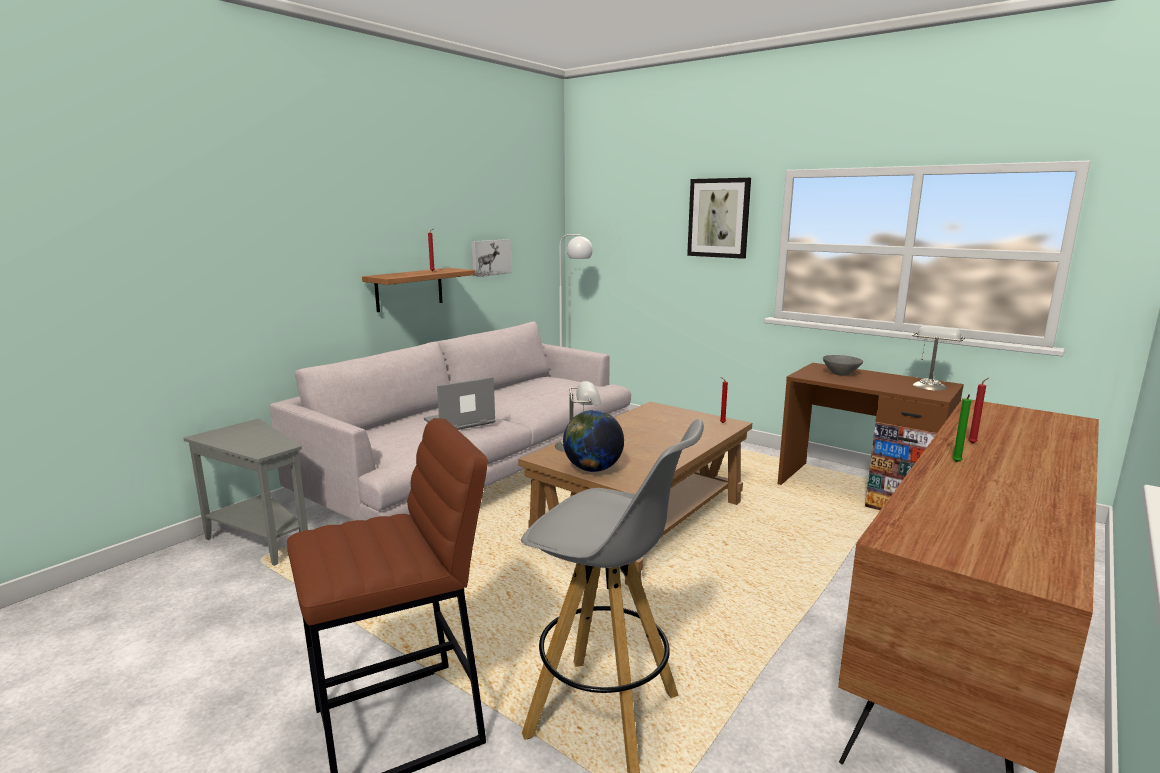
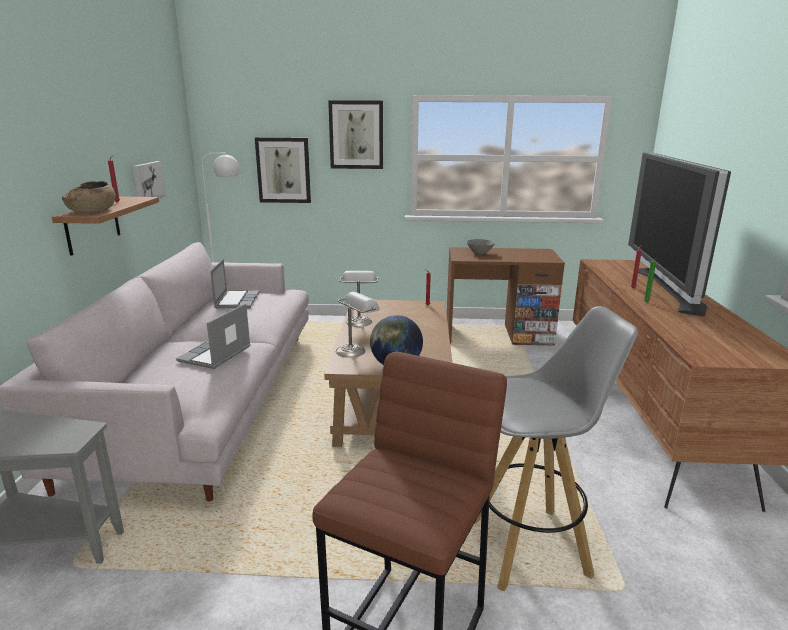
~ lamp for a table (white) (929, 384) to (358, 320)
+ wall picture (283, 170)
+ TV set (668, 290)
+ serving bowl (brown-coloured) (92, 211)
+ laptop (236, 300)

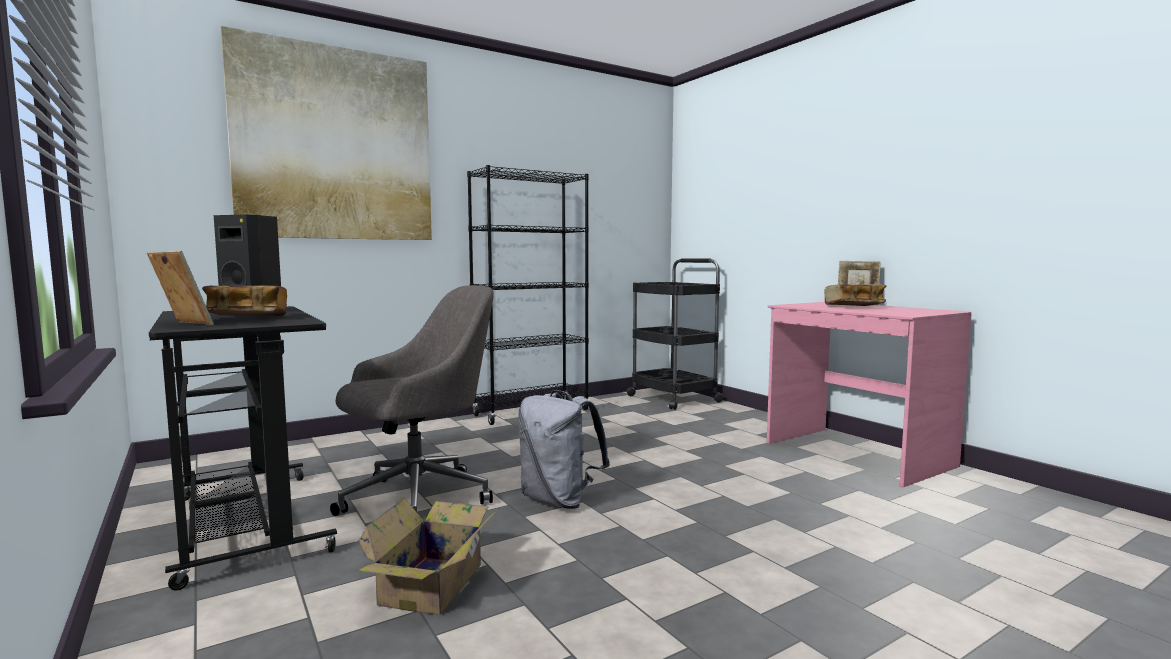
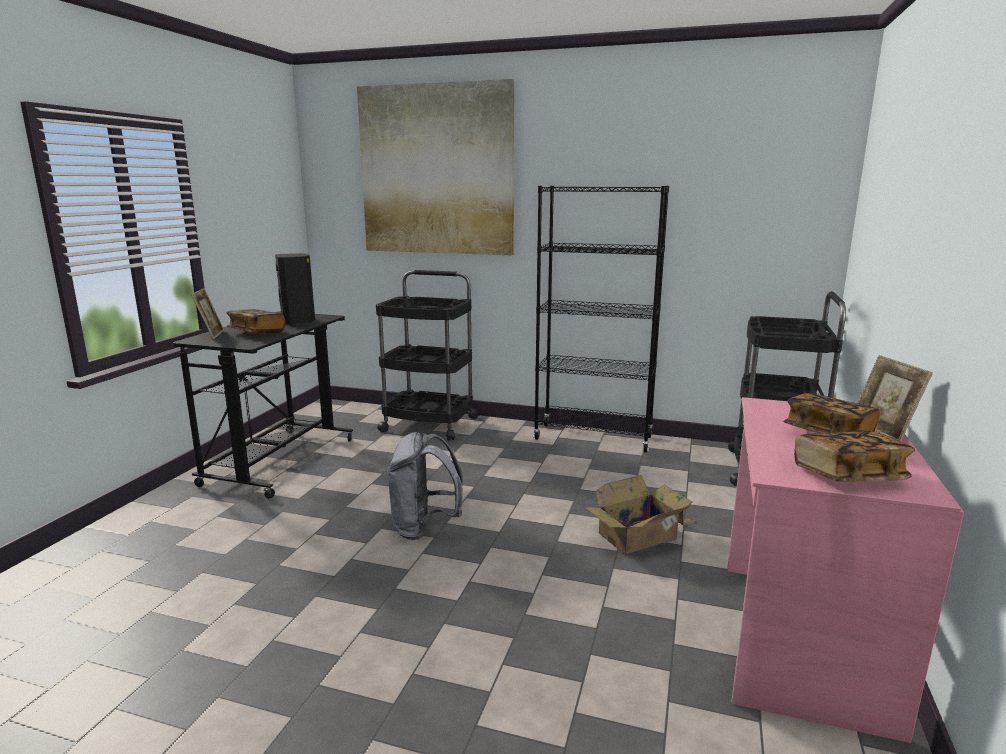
- desk chair (grey) (418, 498)
~ carton (435, 582) to (640, 536)
+ cart (black-coloured) (428, 424)
+ book (848, 476)

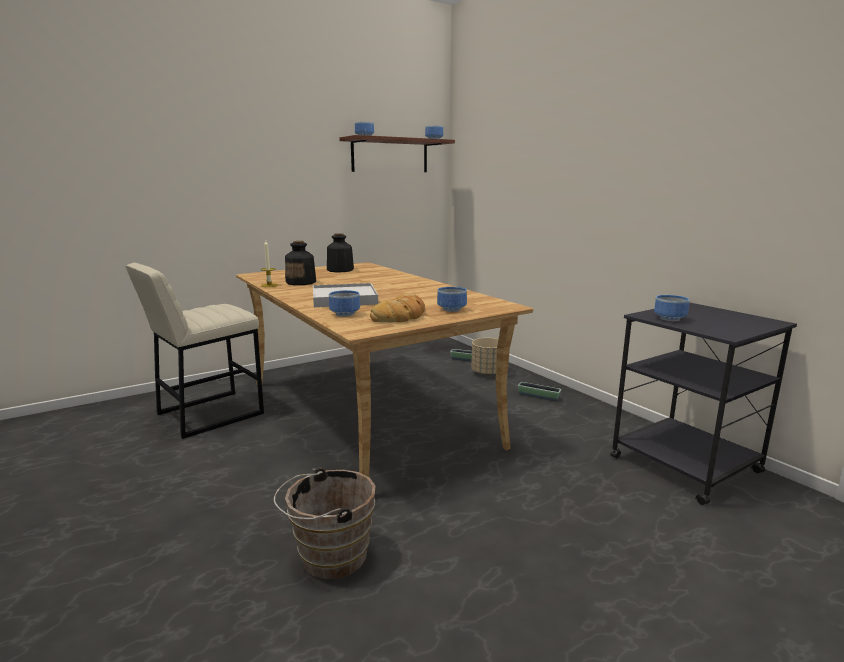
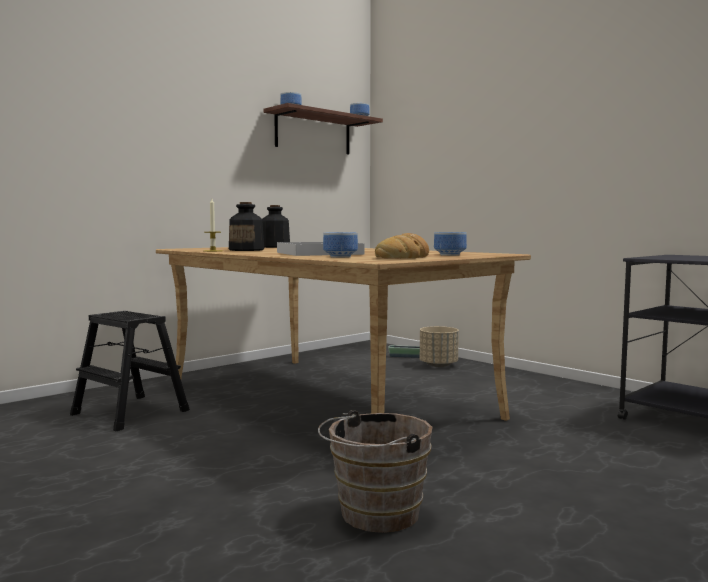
~ upright chair (sand-coloured) (207, 414) to step ladder (black-coloured) (130, 412)
- serving bowl (671, 319)
- plant pot (538, 397)

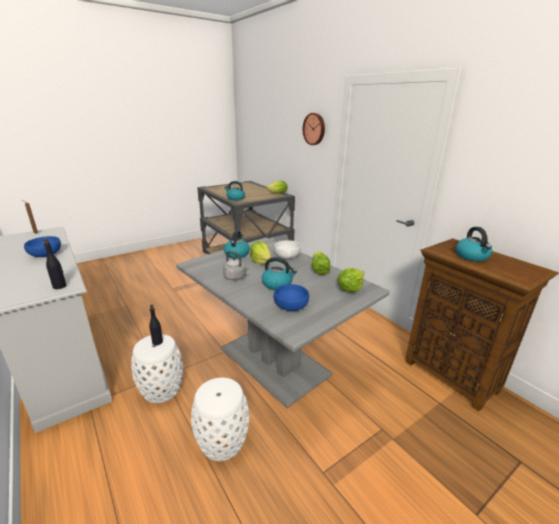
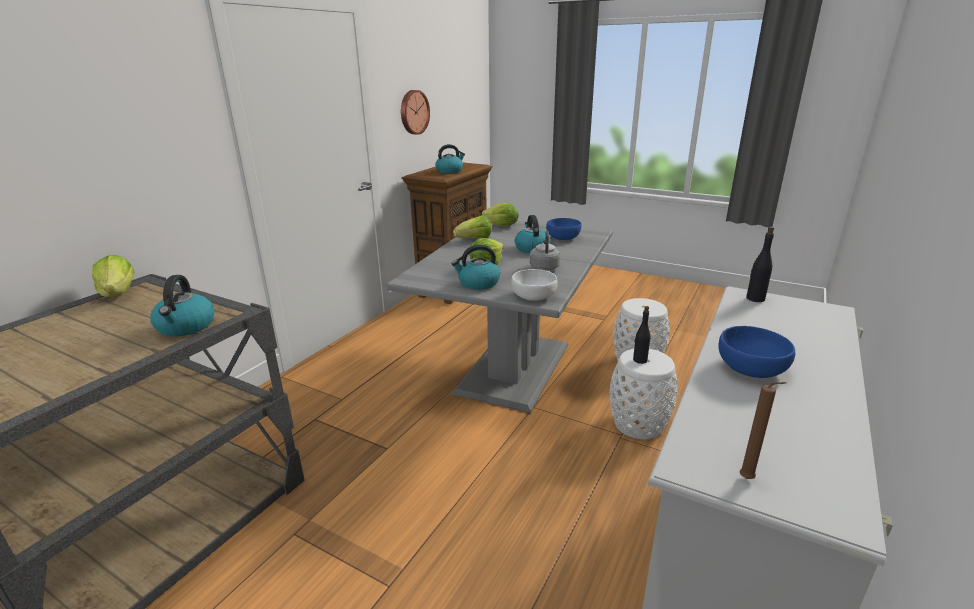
~ clock on the wall (314, 129) to (413, 112)
~ serving bowl (white) (287, 256) to (533, 296)

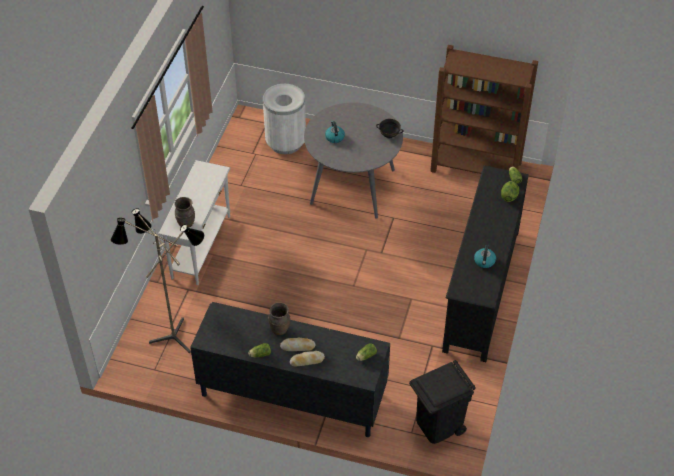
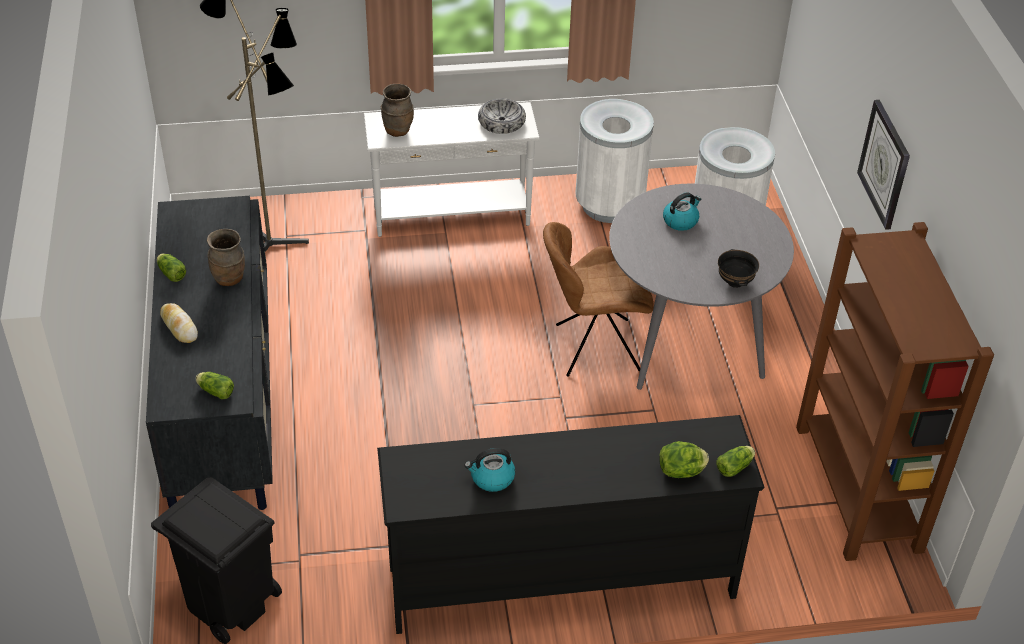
- bakery bread (297, 346)
+ serving bowl (501, 122)
+ rubbish bin (white) (609, 205)
+ clock on the wall (885, 164)
+ upright chair (brown-coloured) (593, 348)

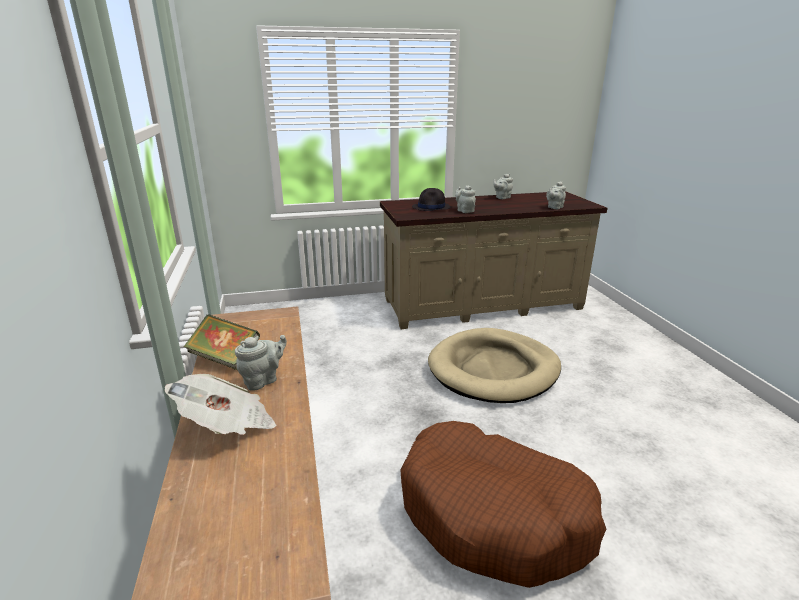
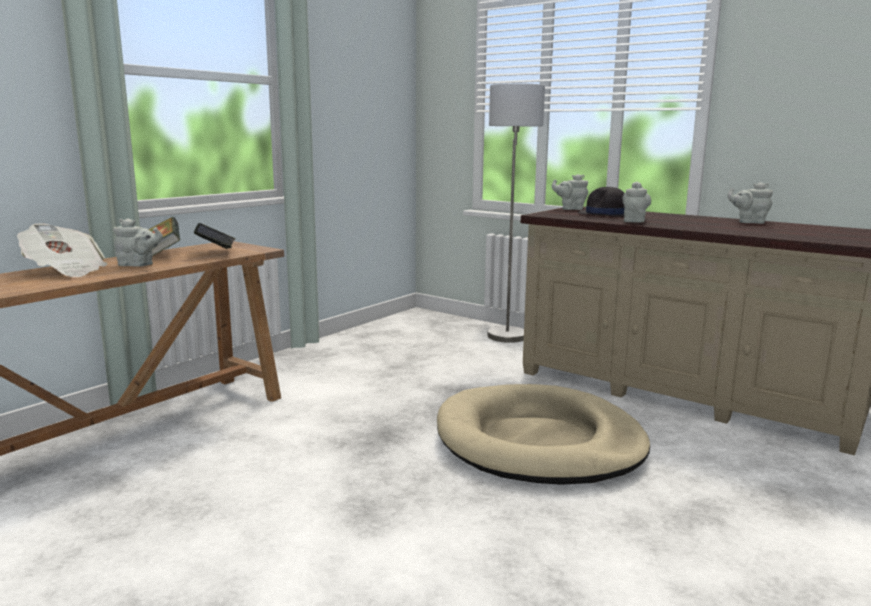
~ teapot (grey) (554, 207) to (570, 209)
- dog cushion (brown-coloured) (494, 514)
+ standing lamp (grey) (507, 340)
+ book (215, 253)

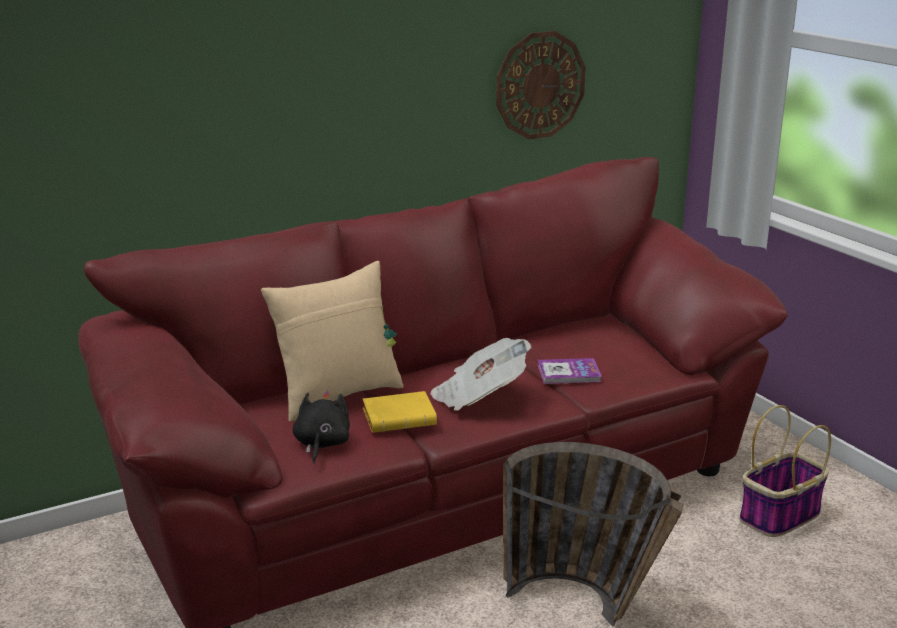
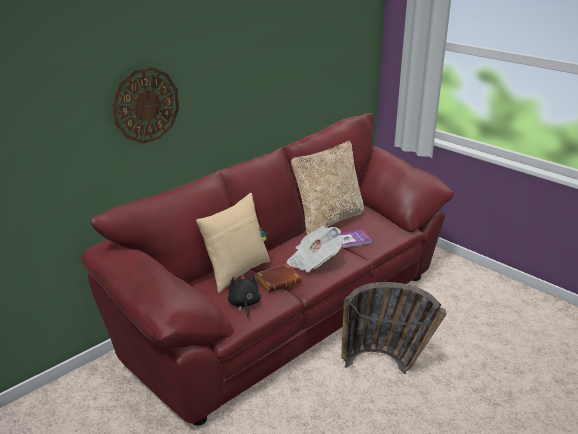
~ clock on the wall (540, 85) to (146, 105)
~ book (yellow-coloured) (401, 418) to book (brown-coloured) (278, 280)
- basket (779, 516)
+ cushion (sand-coloured) (329, 221)

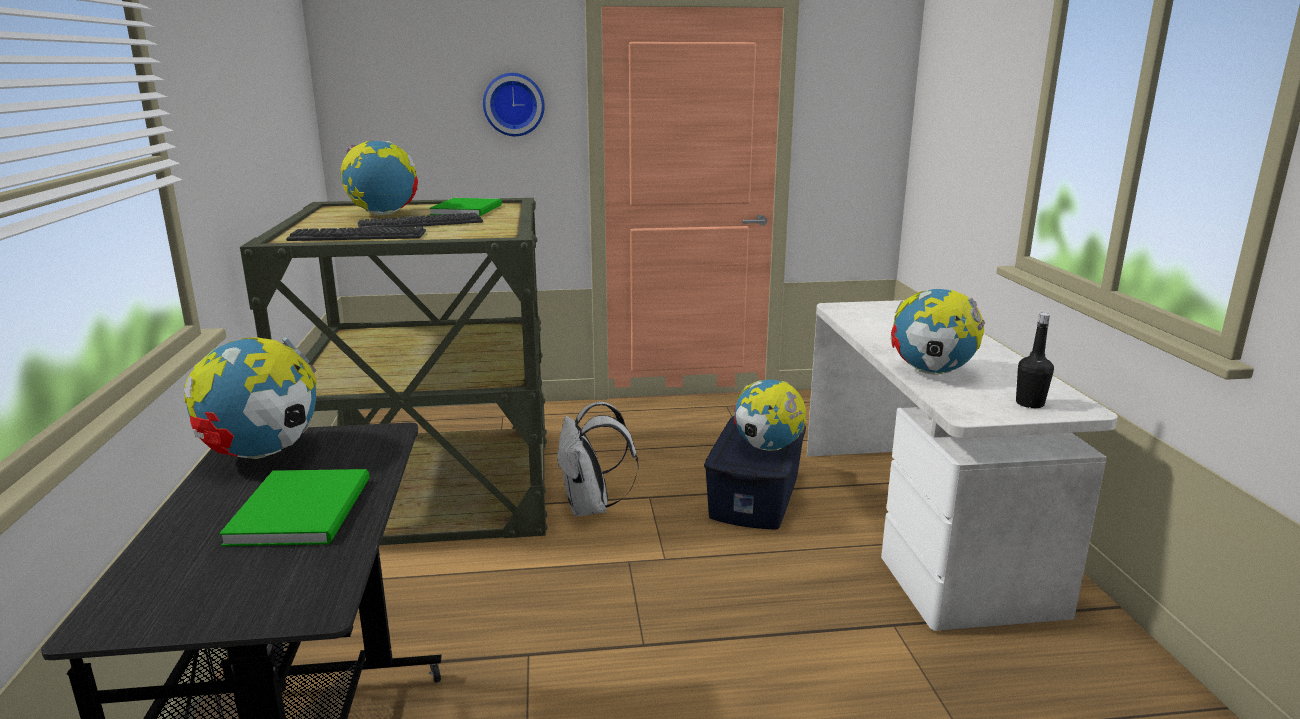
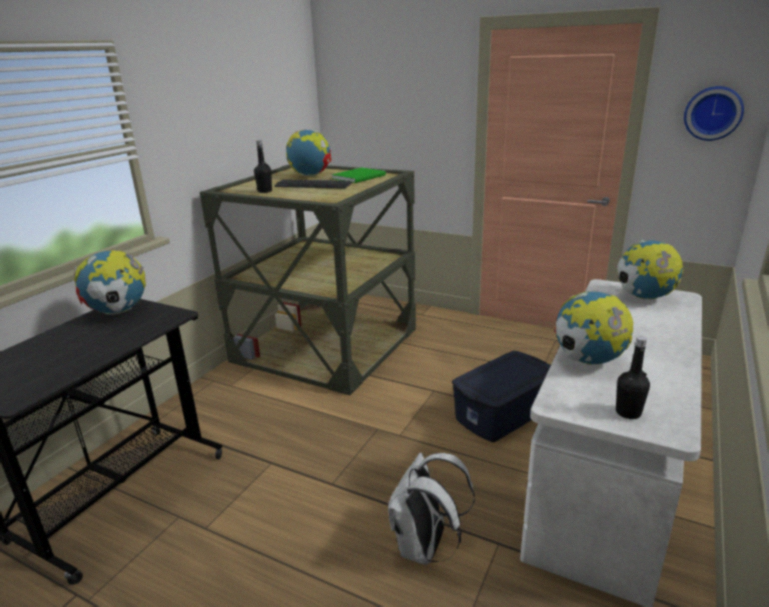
~ clock on the wall (514, 104) to (713, 113)
~ keyboard (358, 236) to drink bottle (black-coloured) (265, 191)
~ world globe (767, 448) to (643, 297)
~ rucksack (white) (591, 507) to (425, 547)
- book (greenish) (306, 508)

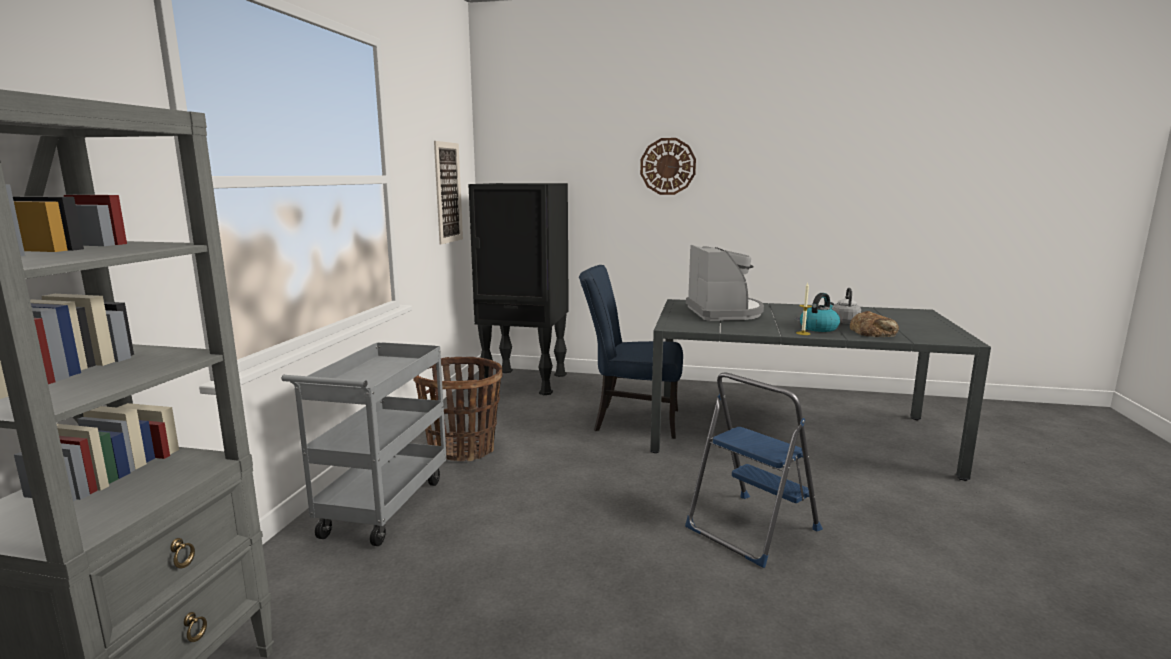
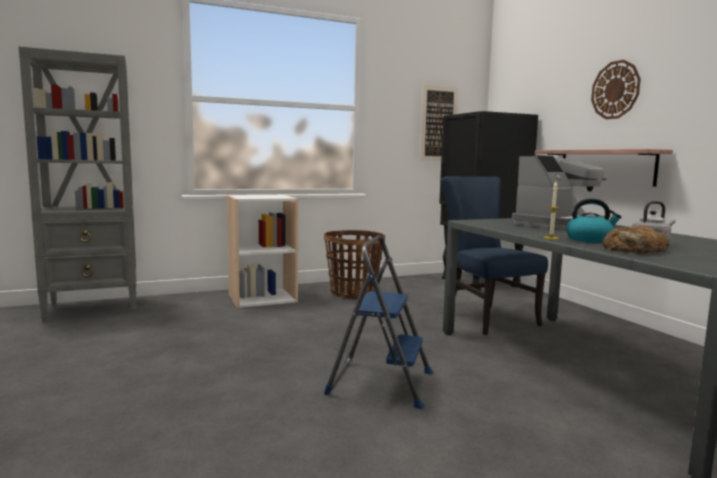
~ cart (grey) (383, 510) to bookcase (white) (263, 298)
+ bracket shelf (605, 167)

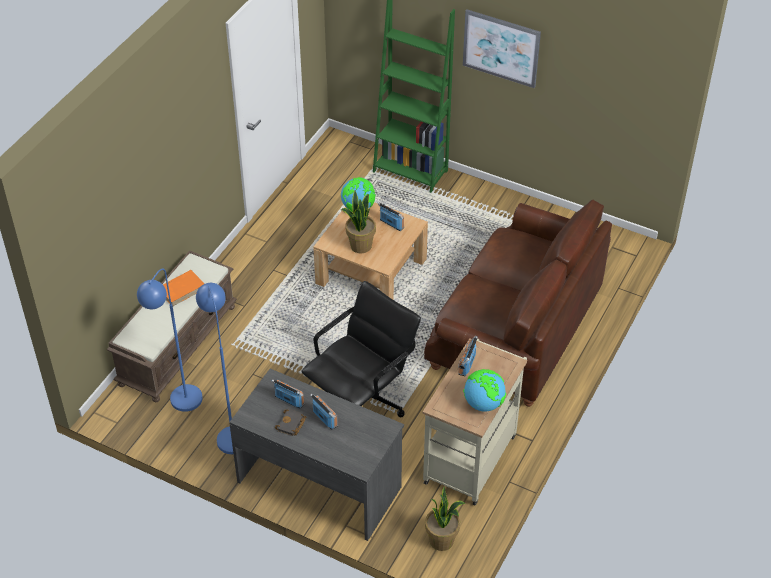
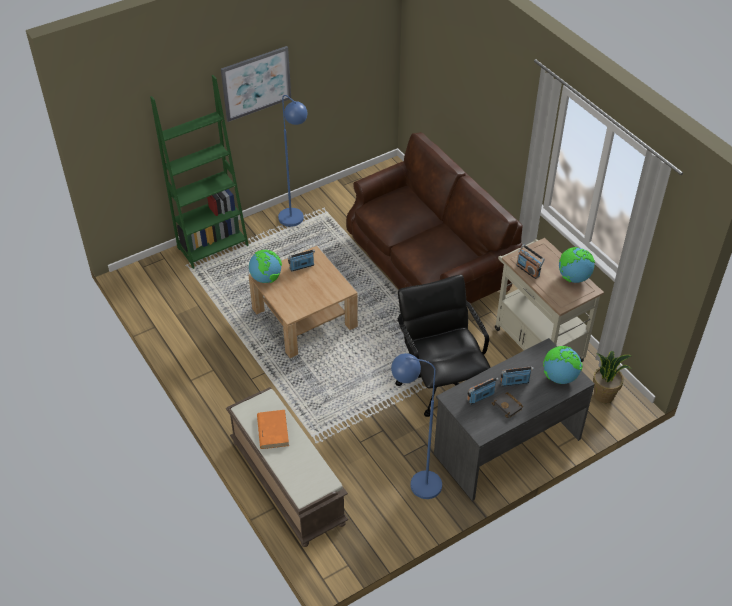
- potted plant (360, 246)
~ standing lamp (blue-coloured) (181, 407) to (295, 222)
+ world globe (559, 377)

